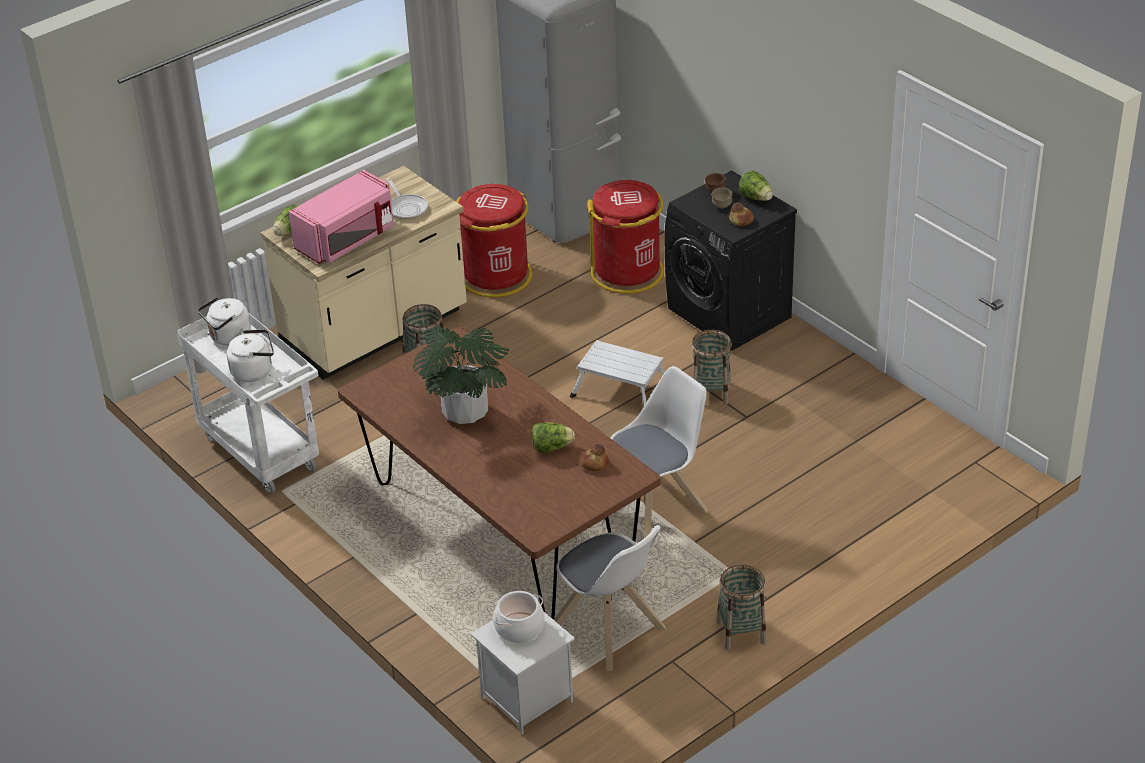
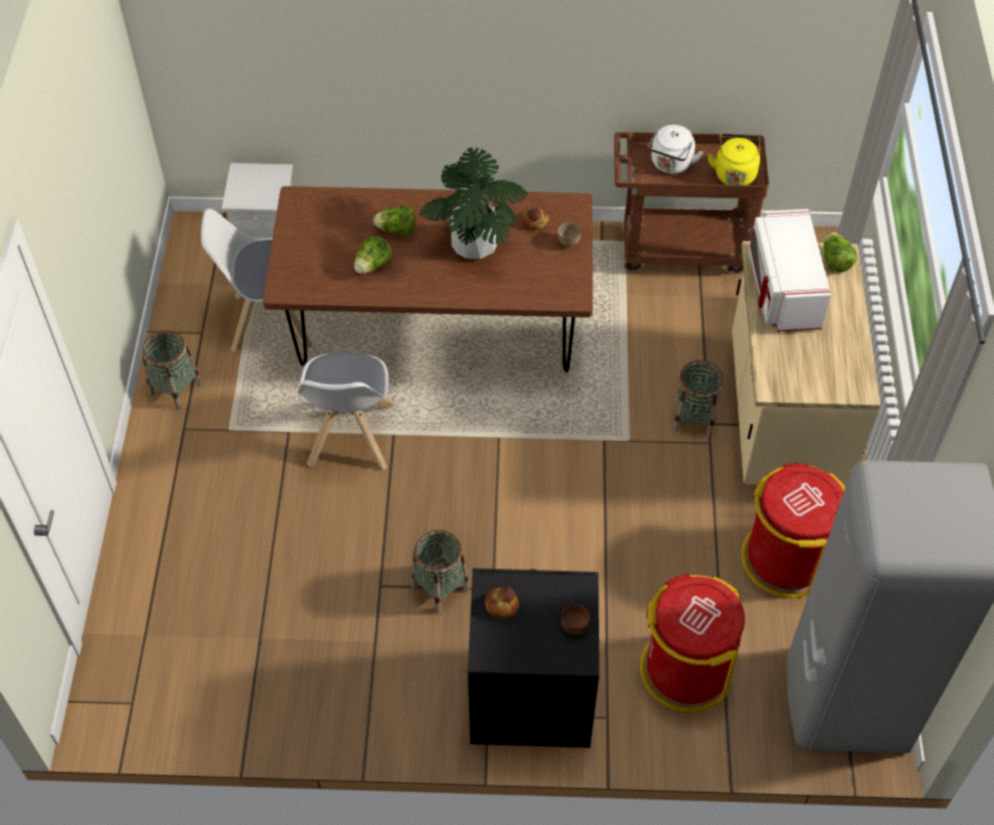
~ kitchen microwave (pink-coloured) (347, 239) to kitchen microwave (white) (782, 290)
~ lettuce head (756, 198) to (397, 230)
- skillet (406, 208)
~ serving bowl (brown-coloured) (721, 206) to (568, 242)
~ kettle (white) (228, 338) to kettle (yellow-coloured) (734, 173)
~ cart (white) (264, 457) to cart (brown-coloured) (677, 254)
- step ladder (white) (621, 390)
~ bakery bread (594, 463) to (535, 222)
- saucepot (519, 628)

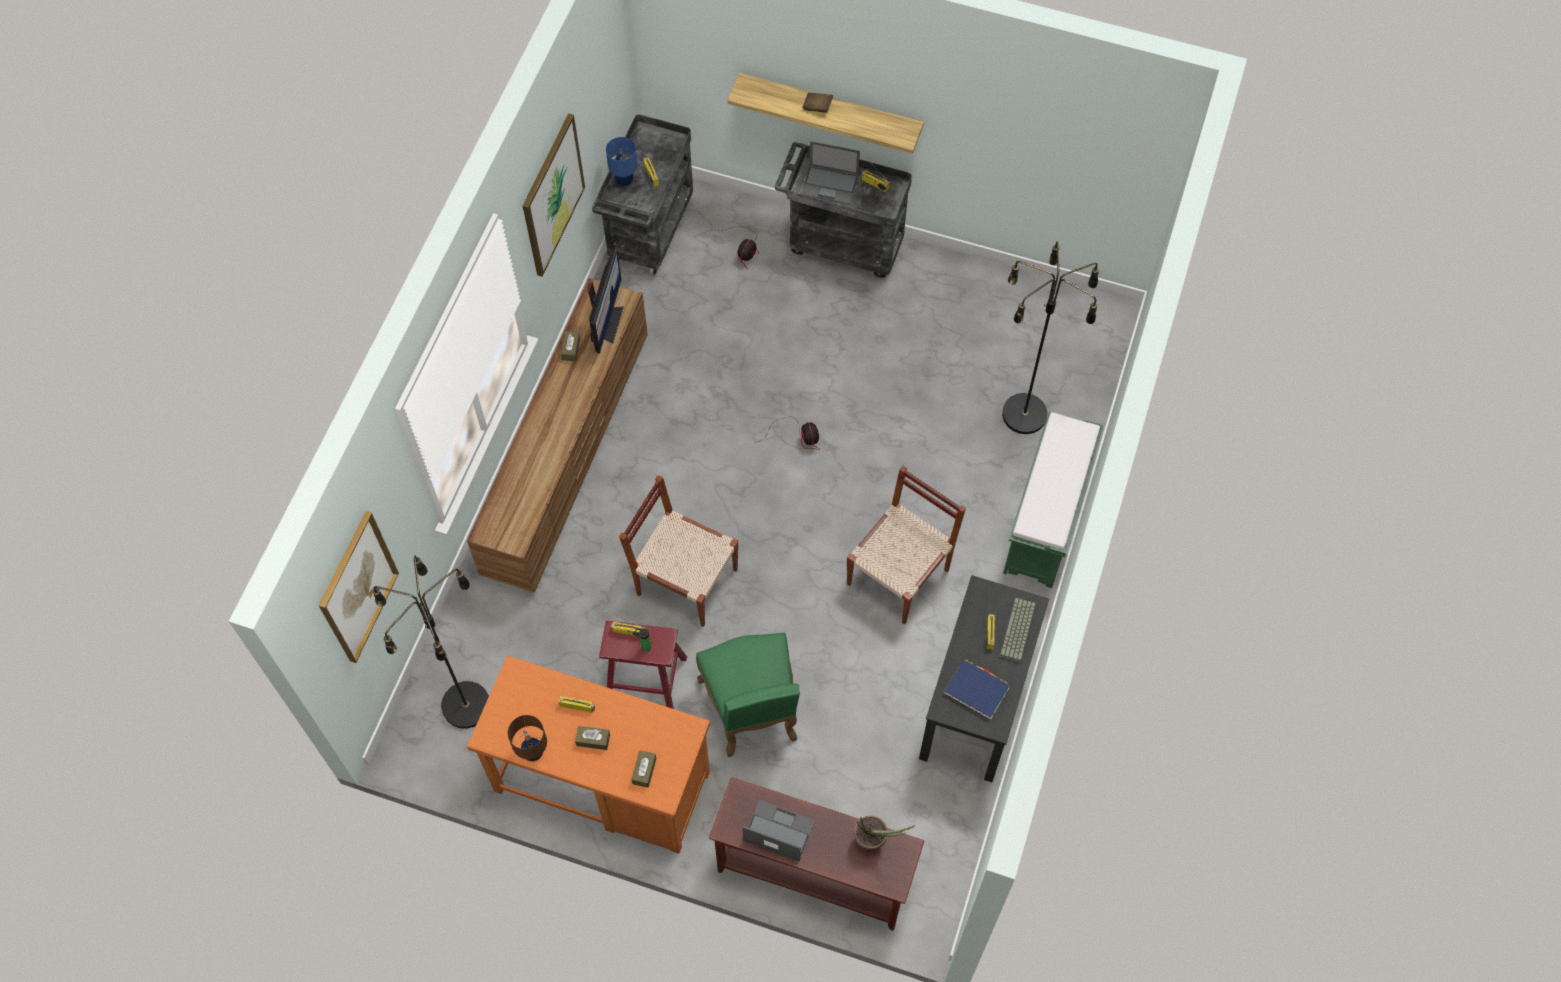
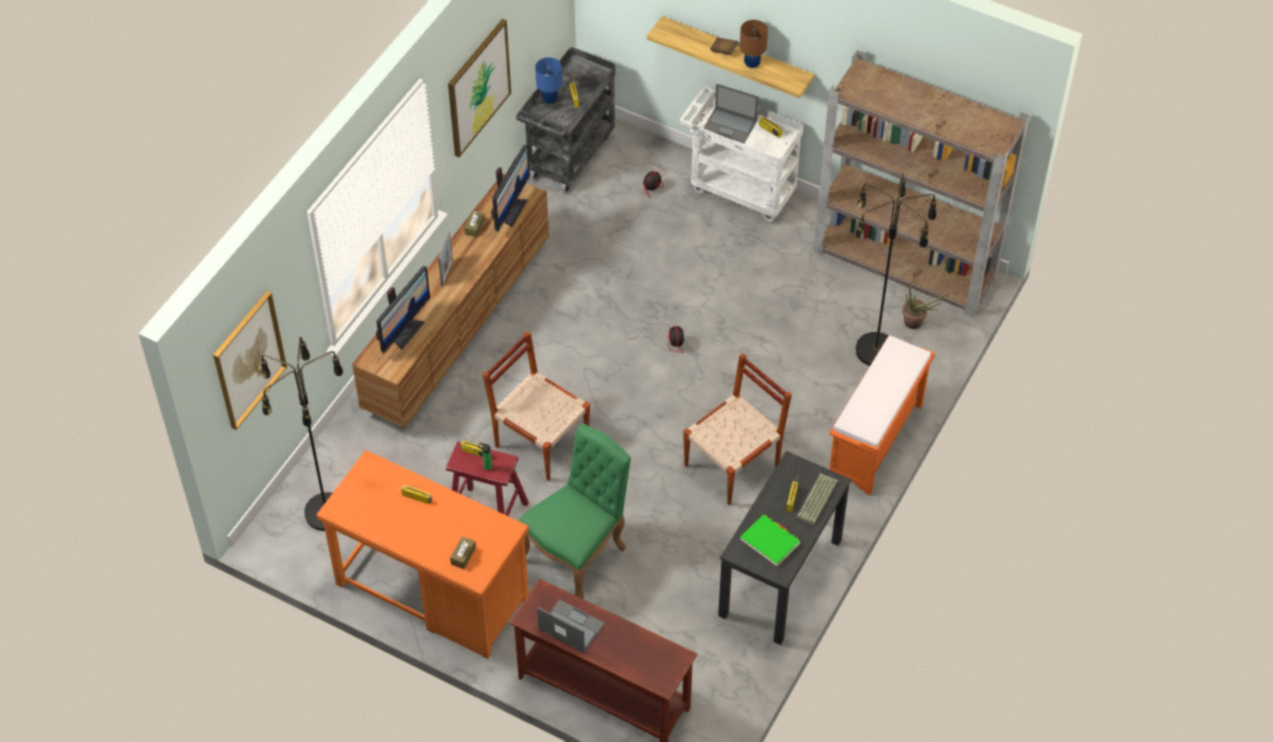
~ cart (black-coloured) (840, 248) to cart (white) (738, 193)
~ long seat (greenish) (1045, 523) to long seat (orangey) (875, 441)
~ upright chair (greenish) (752, 711) = (577, 555) 135 degrees counterclockwise
~ book (blue-coloured) (976, 690) to book (greenish) (770, 542)
~ lamp for a table (brown-coloured) (532, 752) to (751, 64)
- tissue box (brown-coloured) (593, 740)
~ potted plant (875, 841) to (917, 323)
+ bookcase (brown-coloured) (905, 264)
+ picture frame (447, 273)
+ computer display (404, 331)

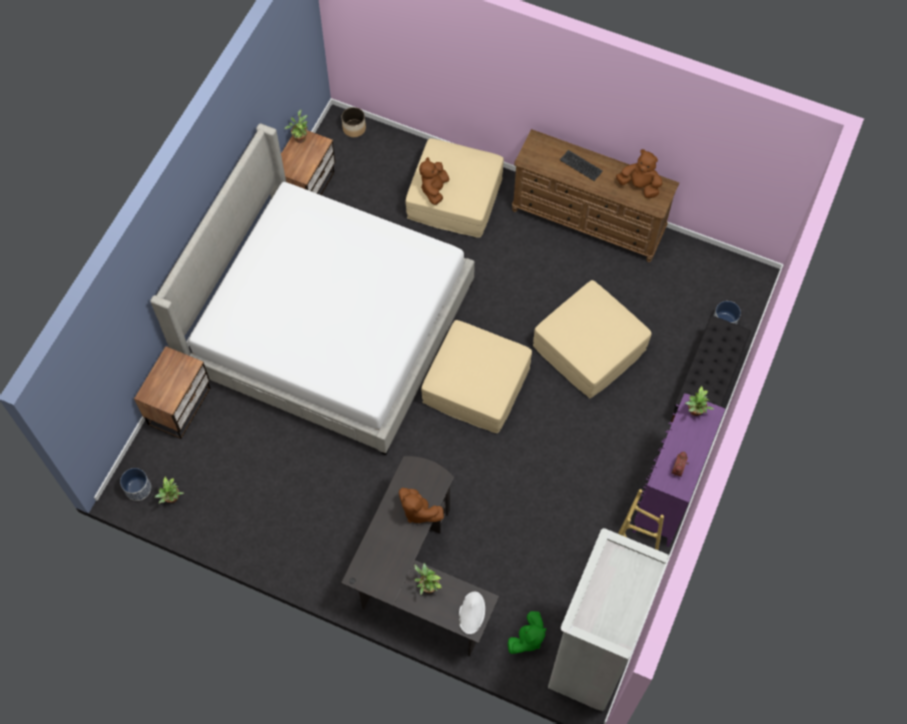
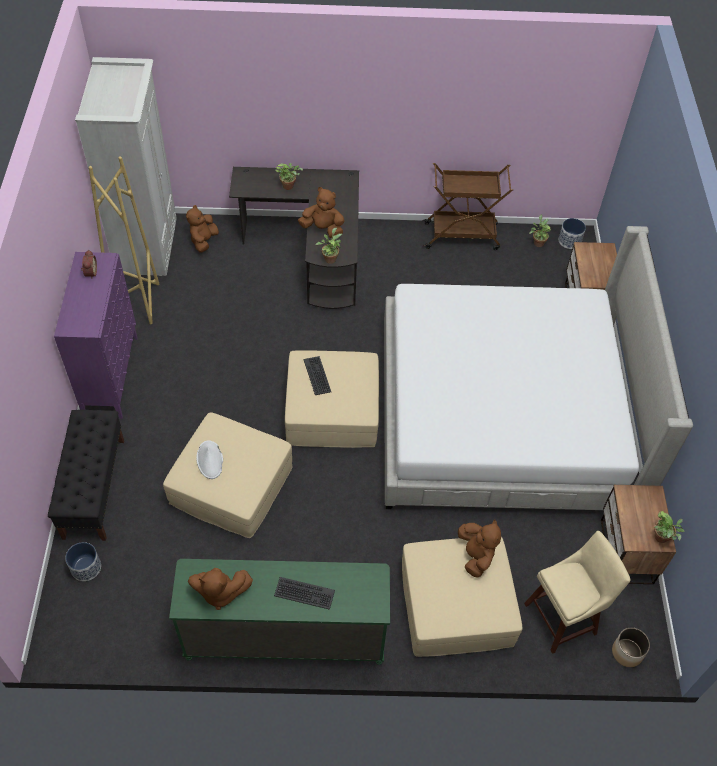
~ dresser (brown-coloured) (588, 221) to dresser (greenish) (284, 637)
~ potted plant (695, 412) to (330, 258)
~ hat (white) (471, 612) to (210, 460)
~ cuddly toy (greenish) (527, 639) to cuddly toy (brown-coloured) (203, 241)
+ cart (brown-coloured) (461, 237)
+ keyboard (317, 375)
+ upright chair (sand-coloured) (564, 617)

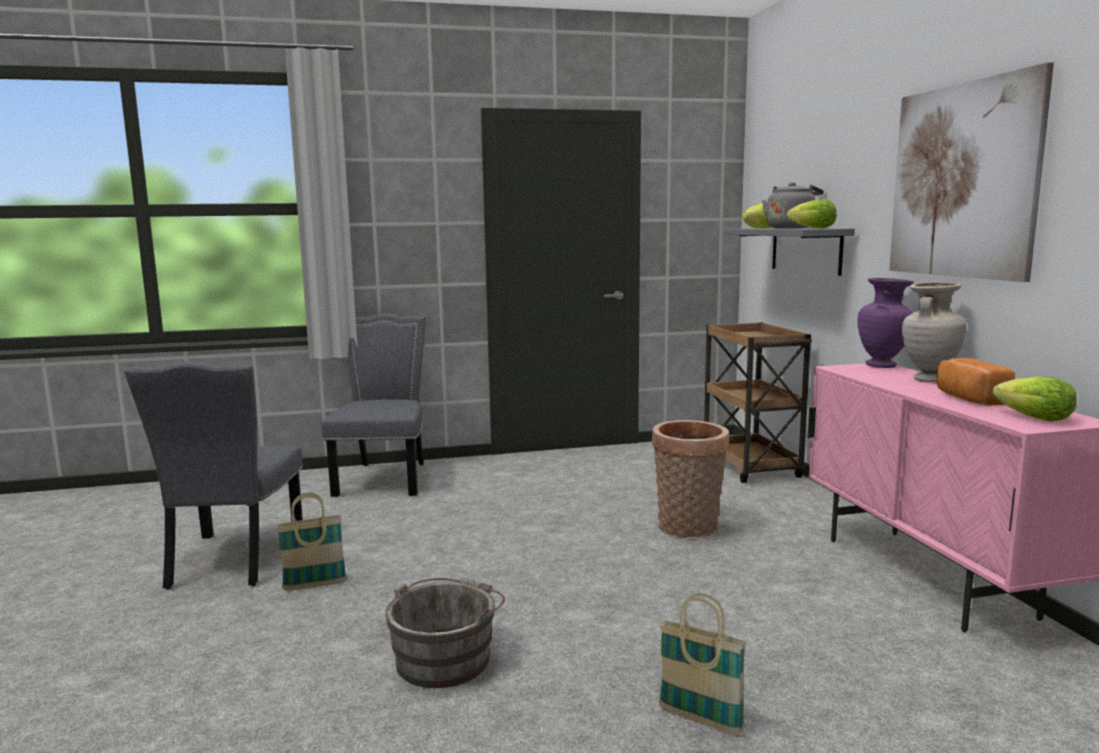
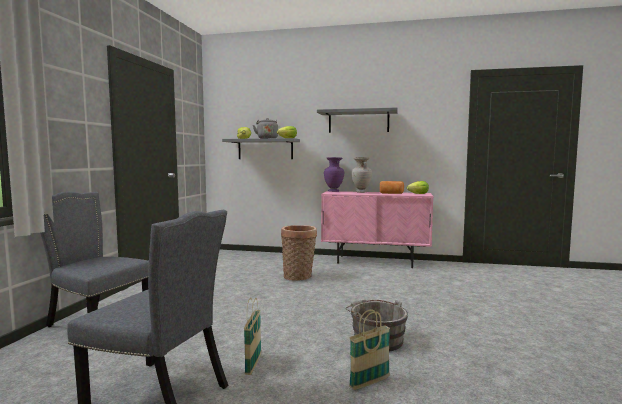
~ wall picture (962, 181) to bracket shelf (grey) (358, 121)
- cart (brown-coloured) (751, 467)
~ basket (700, 720) to (369, 383)

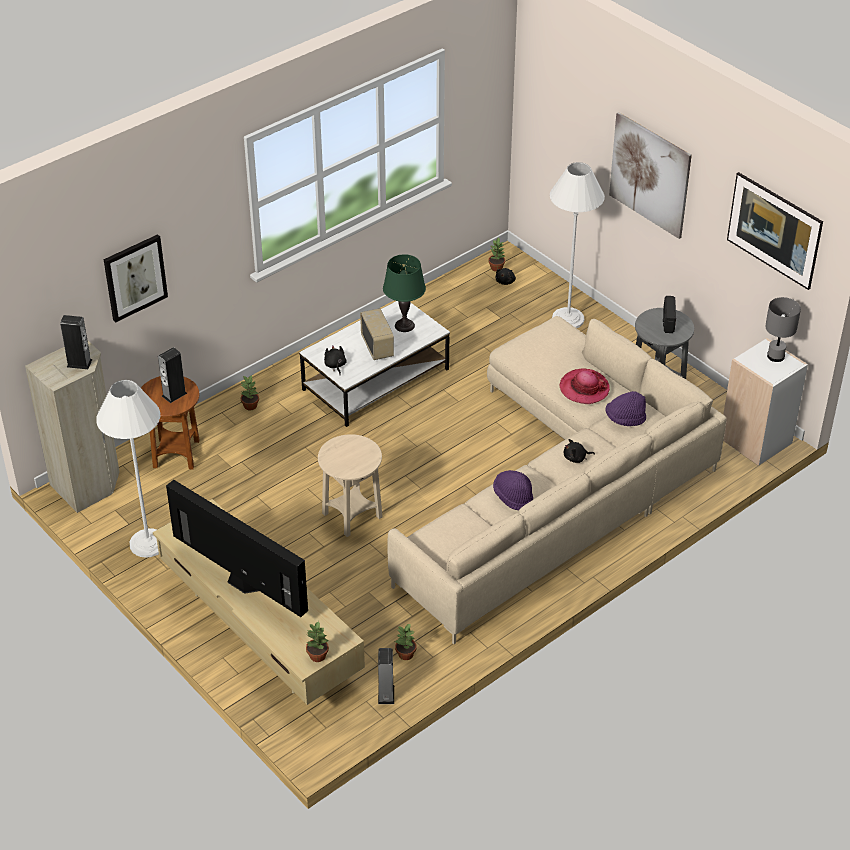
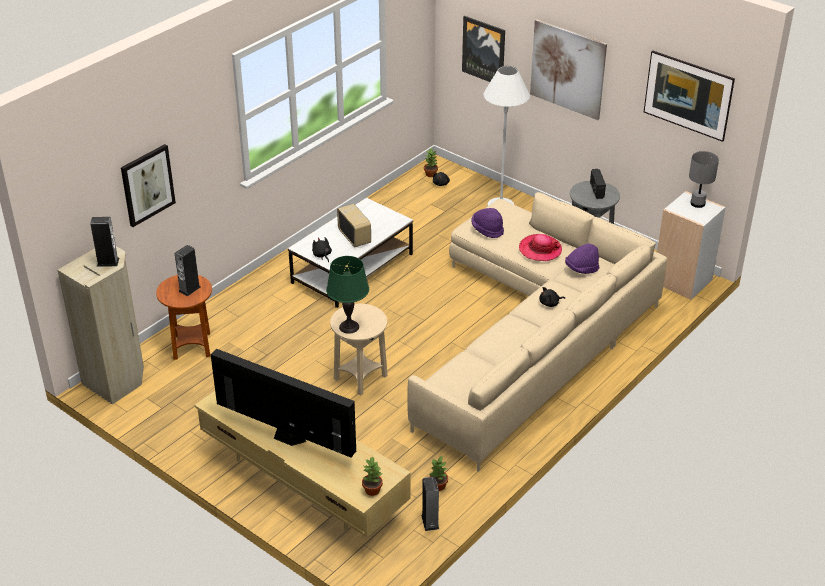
~ lamp for a table (greenish) (404, 325) to (349, 327)
- potted plant (250, 405)
- standing lamp (white) (148, 543)
~ hat (purple) (513, 496) to (487, 230)
+ wall picture (484, 50)

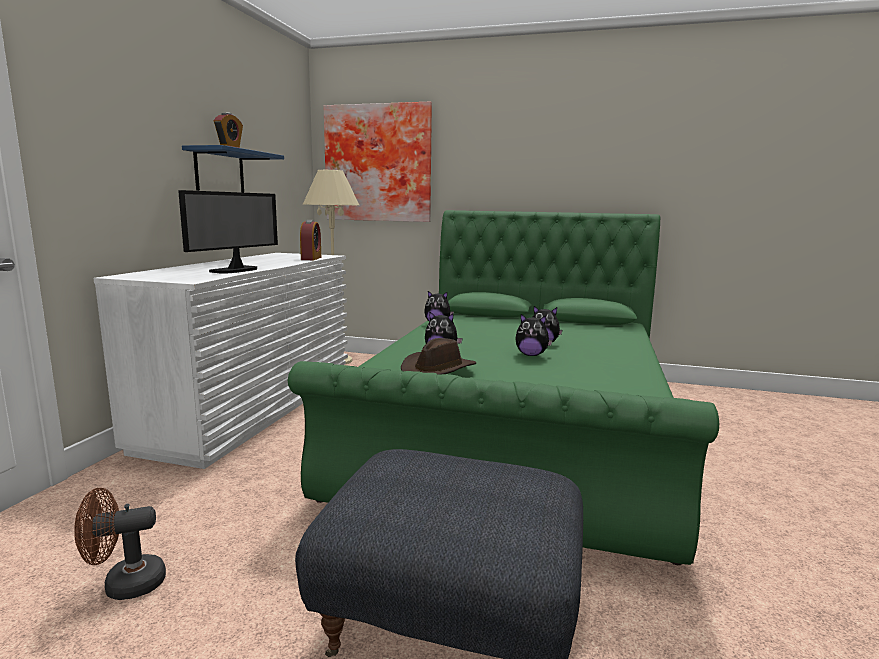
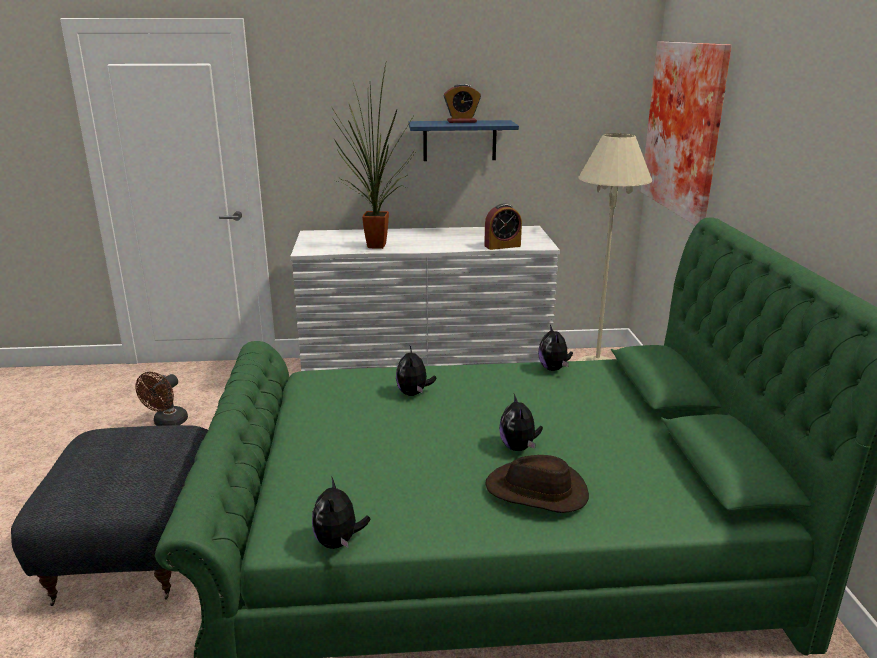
~ computer display (236, 270) to potted plant (375, 247)
~ cuddly toy (531, 355) to (339, 542)
~ hat (brown-coloured) (438, 369) to (537, 492)
~ electric fan (brown-coloured) (125, 585) = (167, 423) 120 degrees counterclockwise

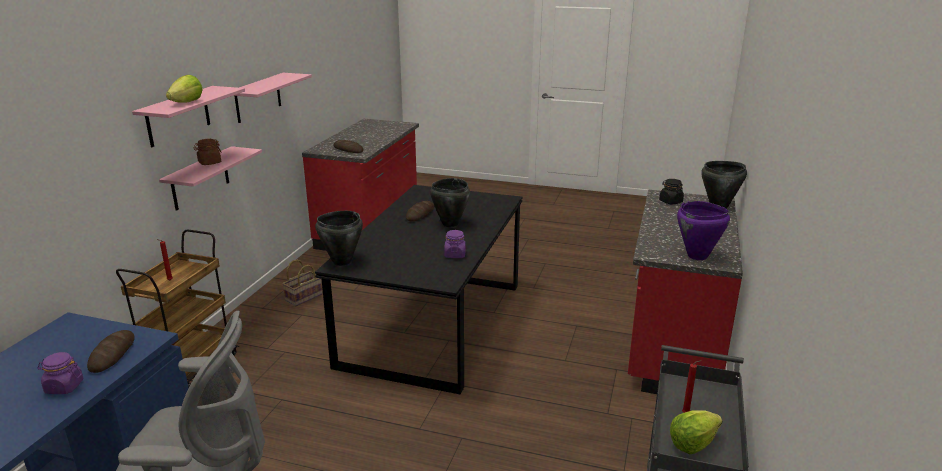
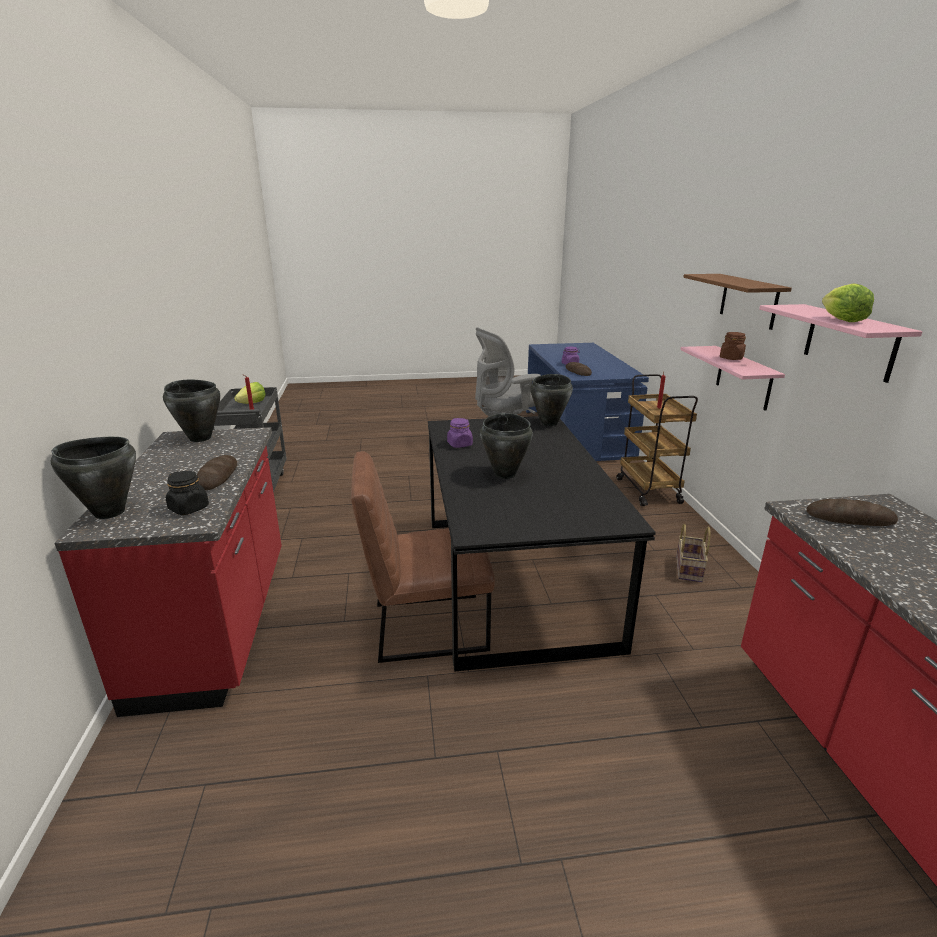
~ lettuce head (187, 102) to (841, 320)
~ bracket shelf (pink-coloured) (178, 116) to bracket shelf (brown-coloured) (748, 300)
~ bakery bread (420, 214) to (218, 476)
~ saucepot (purple) (697, 256) to saucepot (black-coloured) (200, 438)
+ upright chair (brown-coloured) (426, 626)

